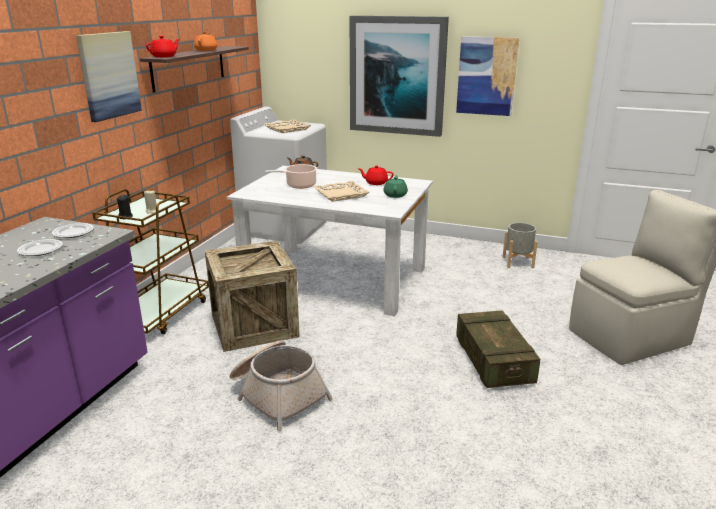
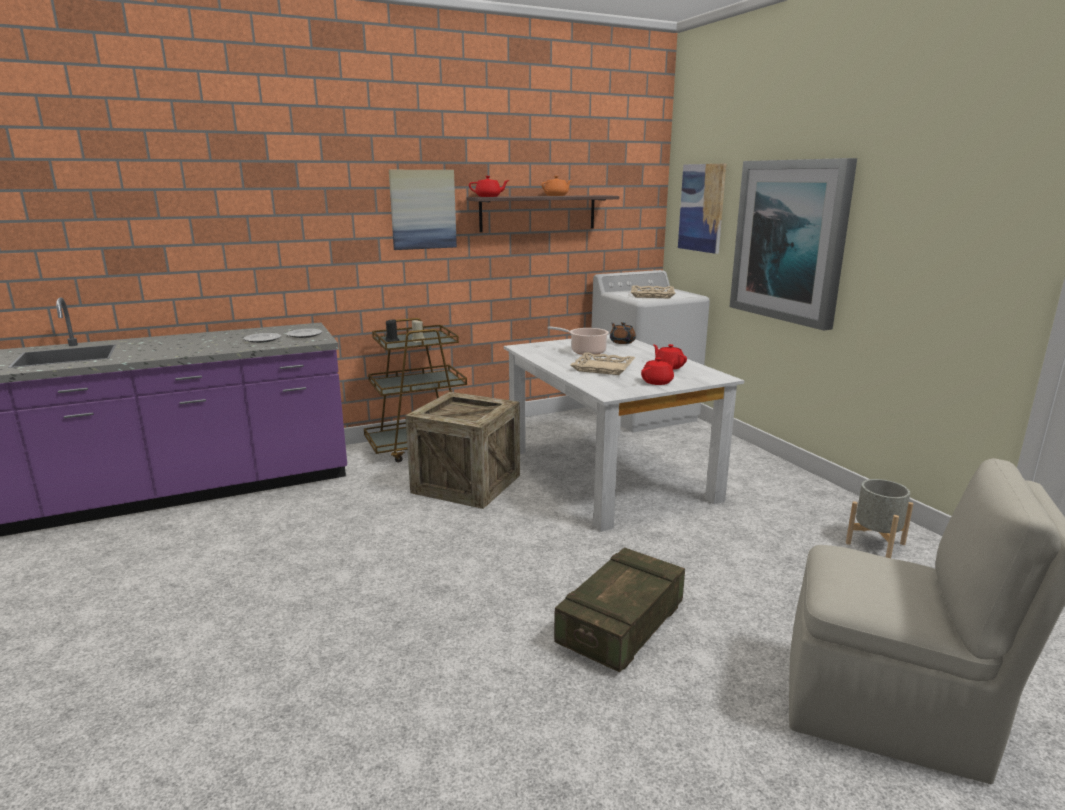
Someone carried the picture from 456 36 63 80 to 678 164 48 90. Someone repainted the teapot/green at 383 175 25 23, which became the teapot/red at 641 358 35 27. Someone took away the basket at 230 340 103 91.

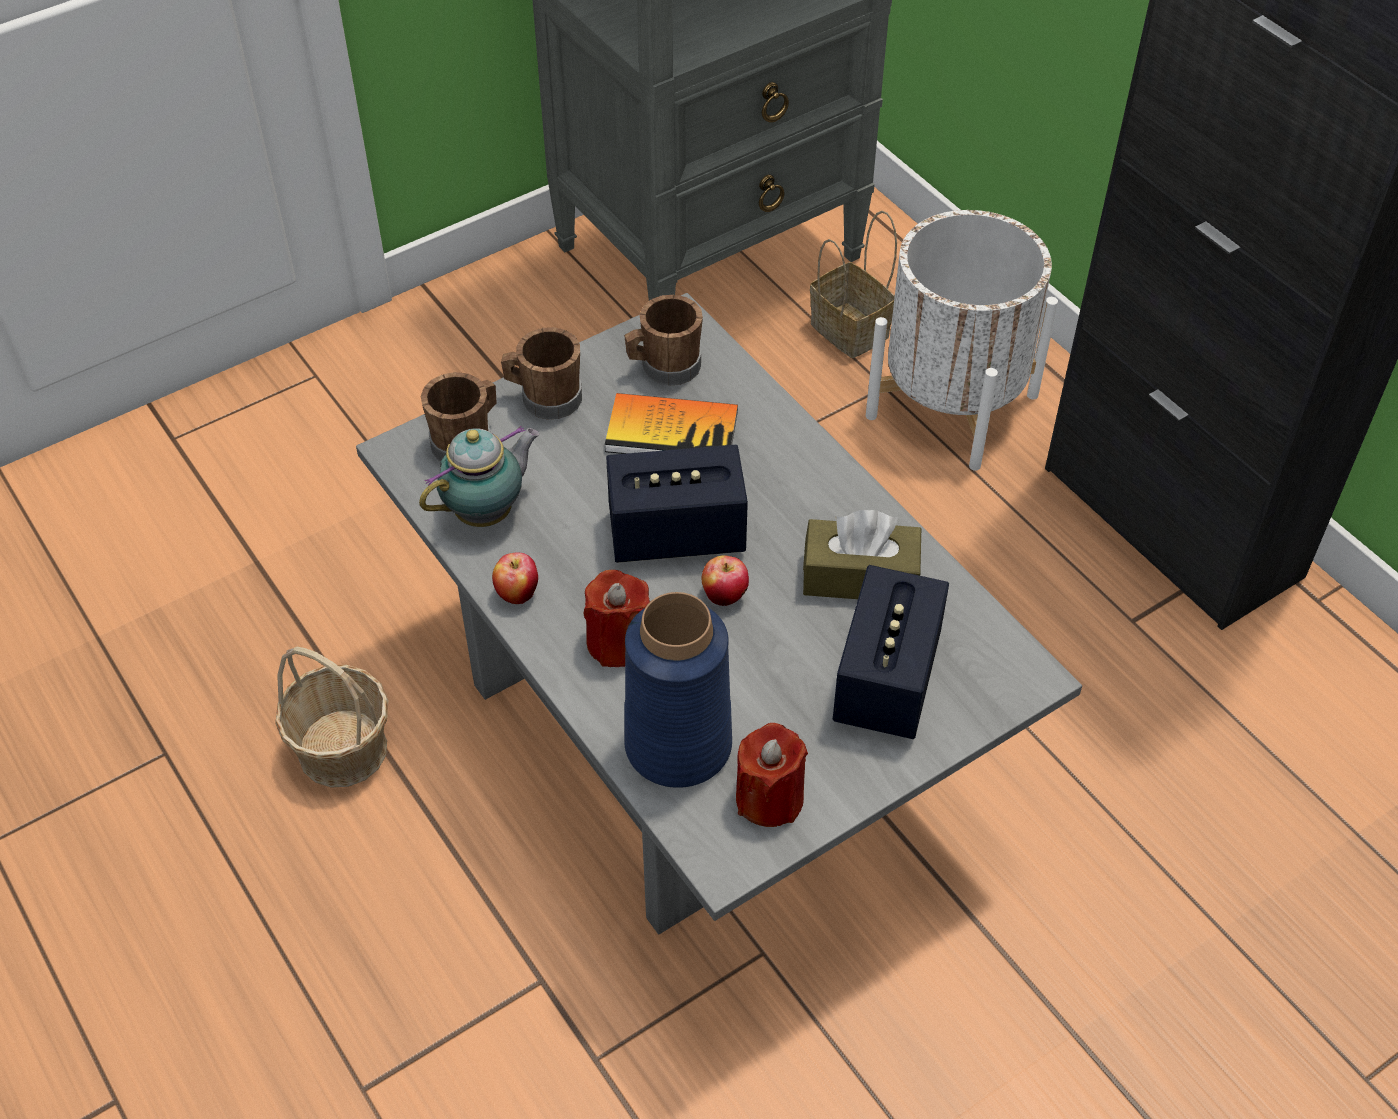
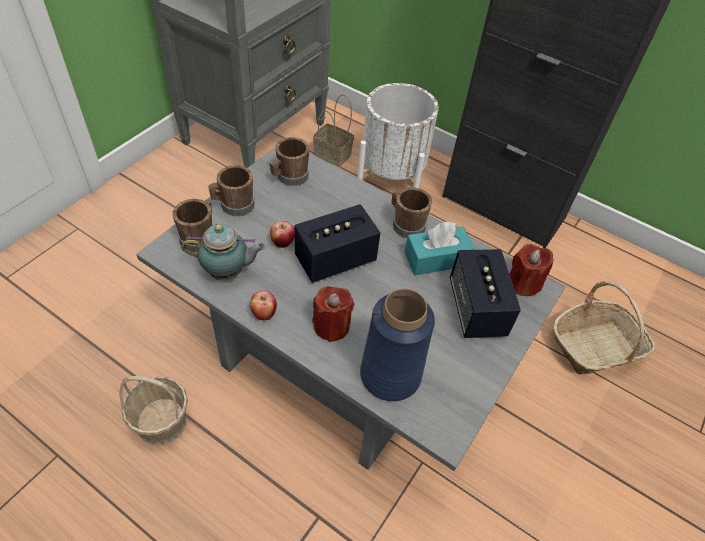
Someone took away the book at 605 393 133 61. Someone rotated the teapot at 419 426 121 101 by 60 degrees clockwise. Someone repainted the tissue box/brown at 803 510 118 89, which became the tissue box/turquoise at 404 222 71 53. Someone carried the apple from 702 555 47 51 to 270 221 25 27. Someone carried the candle/red from 736 723 72 104 to 509 244 44 52. Someone put down the mug/brown at 392 187 41 51. Someone put down the basket at 553 281 103 93.

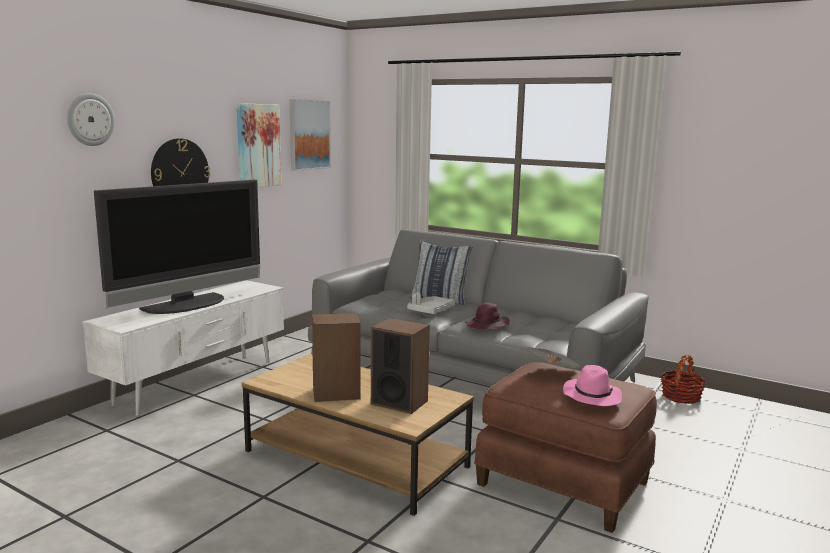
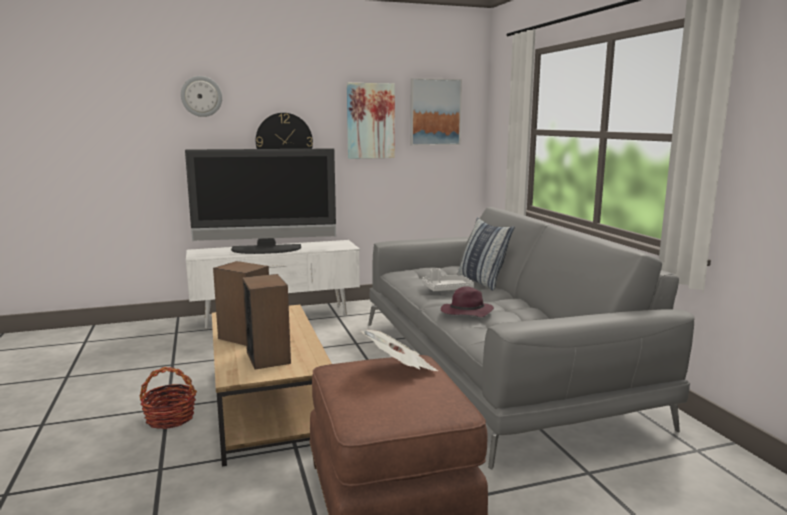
Someone carried the basket from 661 355 46 49 to 139 367 58 62. Someone took away the hat/pink at 563 365 59 41.

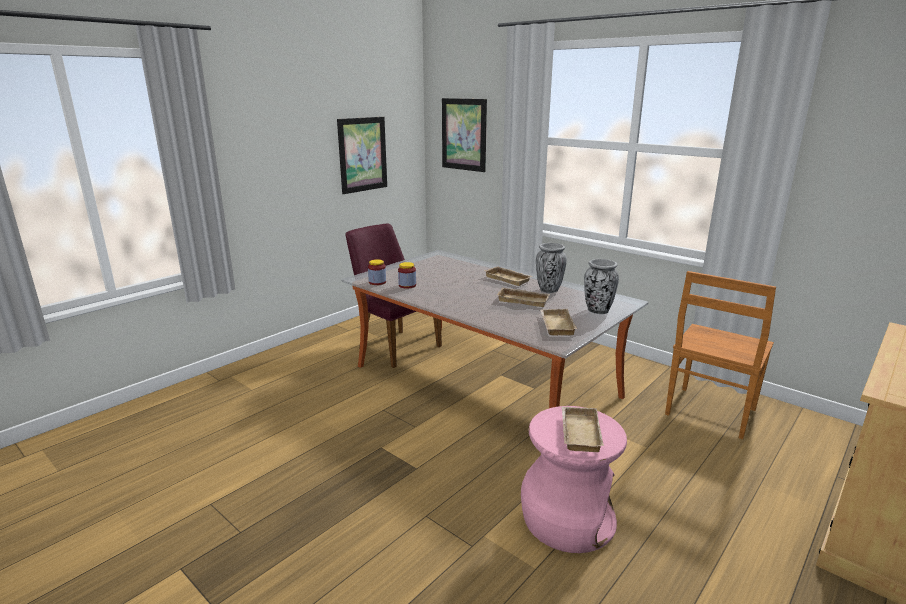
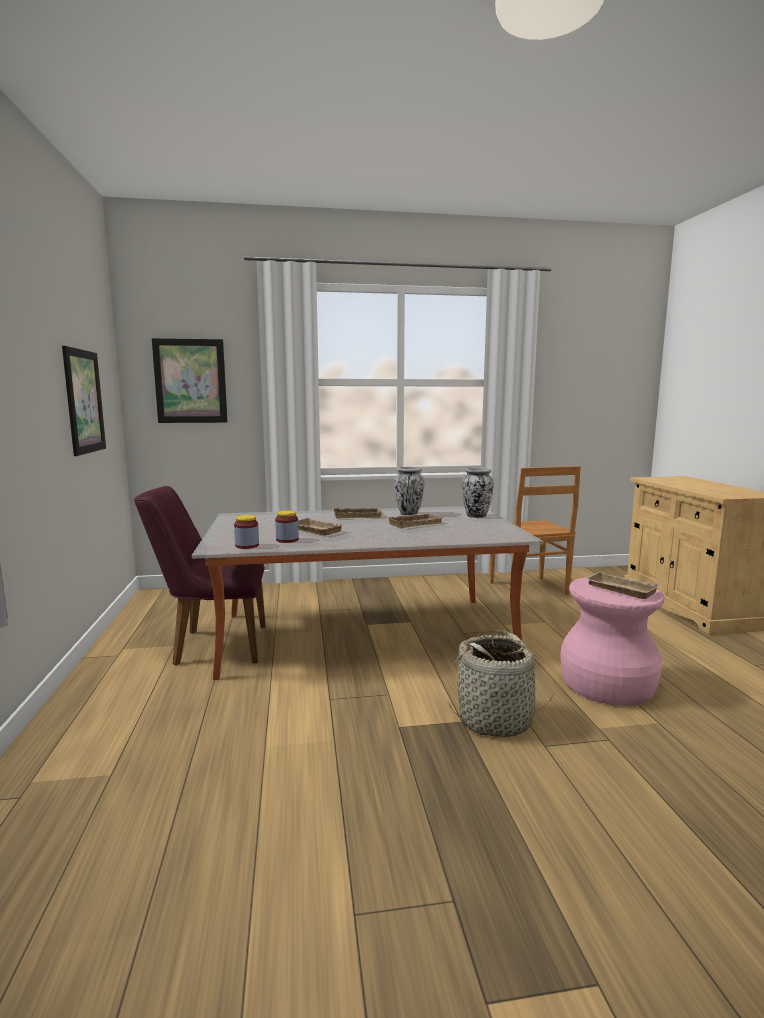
Someone carried the tray/beige from 540 309 37 27 to 298 518 46 18. Someone put down the basket at 448 630 106 107.

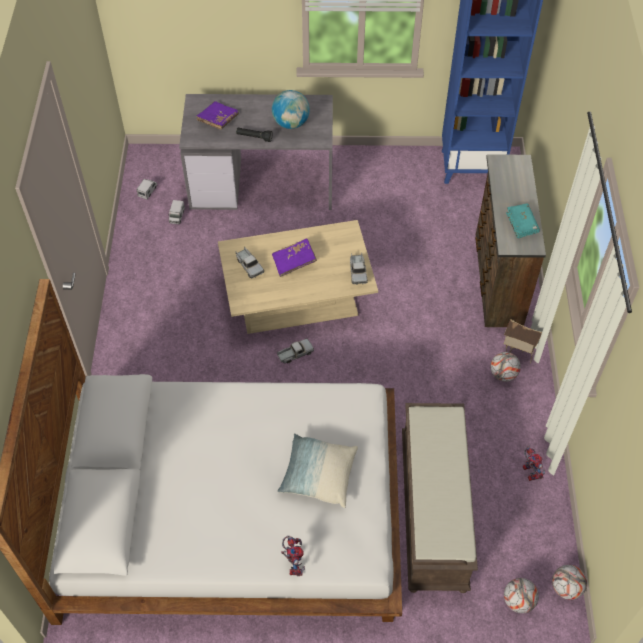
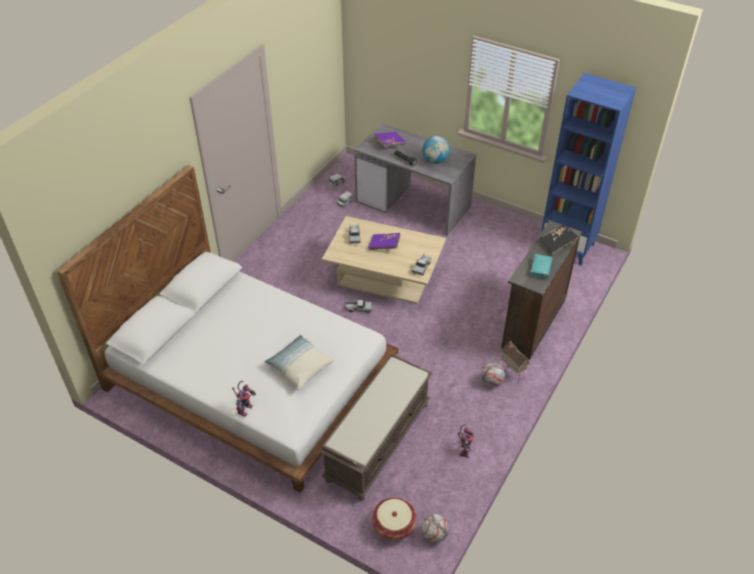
Someone swapped the football at 504 578 35 35 for the basket at 372 497 45 43. Someone put down the book/black at 539 224 39 31.

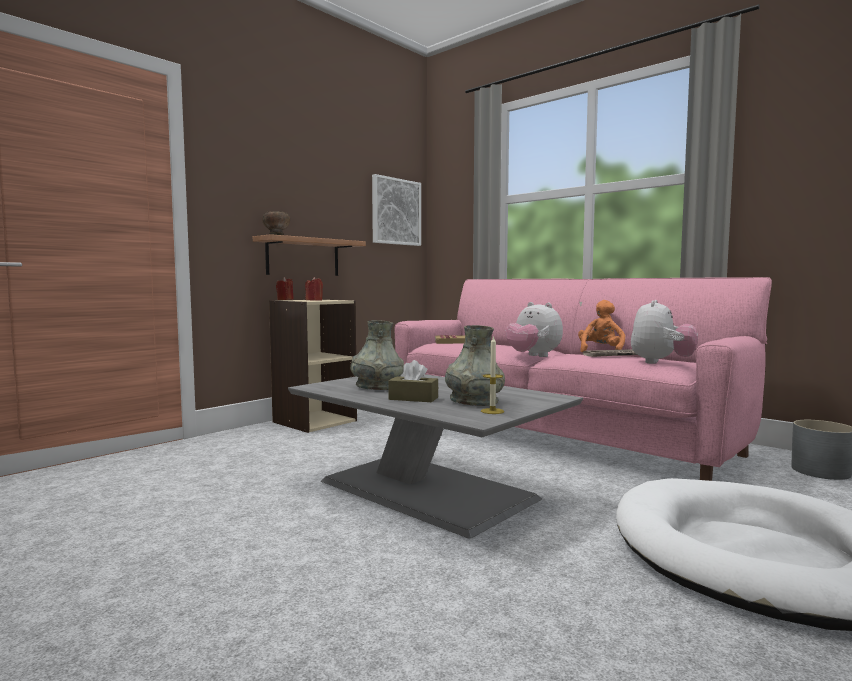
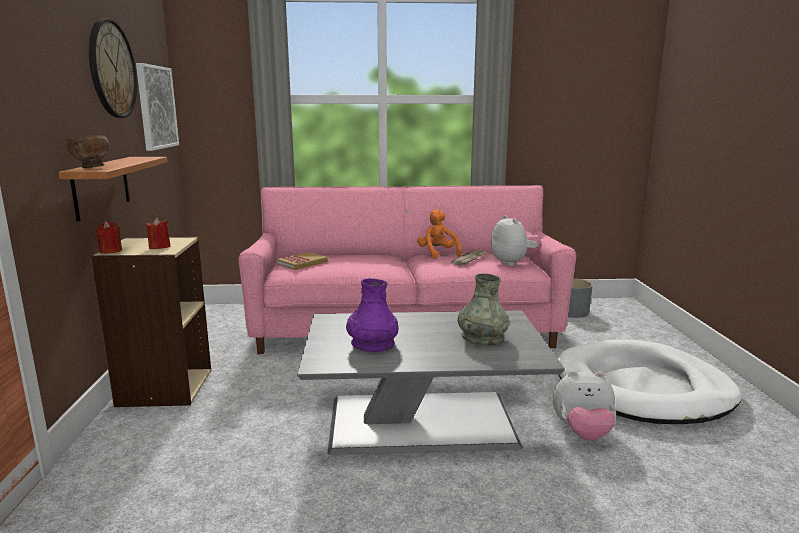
Someone carried the plush toy from 505 302 58 55 to 553 371 63 70. Someone repainted the vase/grey at 350 320 54 70, which became the vase/purple at 346 278 52 74. Someone took away the candle at 481 335 23 79. Someone took away the tissue box/brown at 388 360 50 42. Someone put up the wall clock at 89 19 48 99.

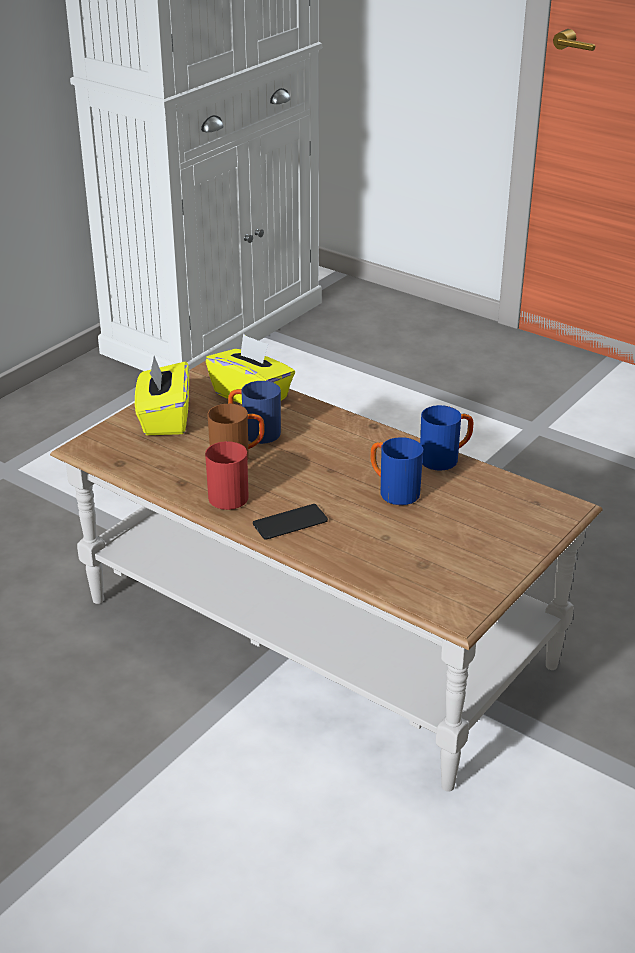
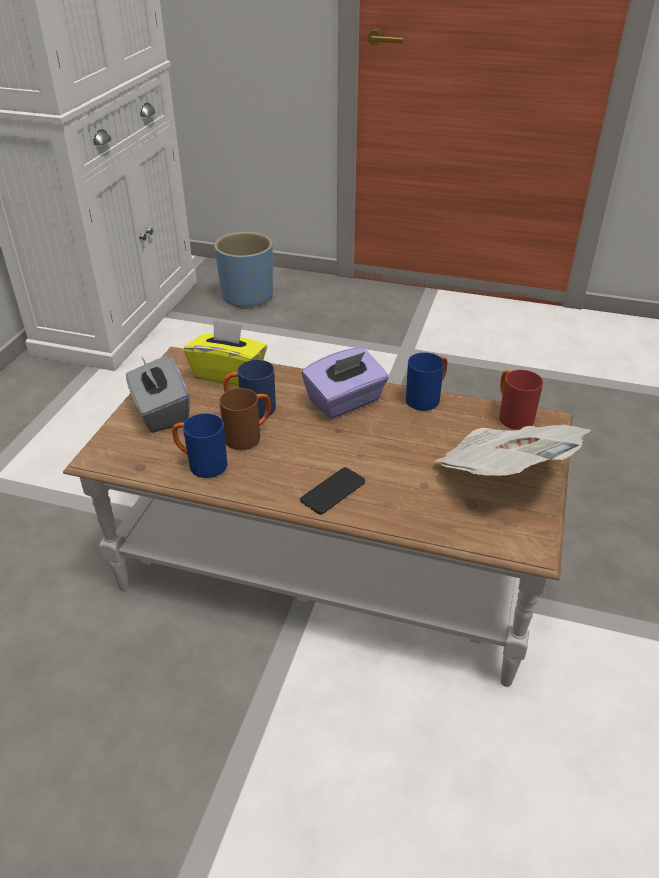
Someone repainted the tissue box/yellow at 135 356 54 79, which became the tissue box/grey at 126 355 64 78. Someone carried the mug/blue from 371 437 52 68 to 172 413 55 65. Someone carried the mug/red from 205 441 44 69 to 499 370 44 60. Someone put down the planter/blue at 214 232 59 77. Someone put down the tissue box/purple at 302 348 87 71. Someone put down the newspaper at 434 424 157 52.

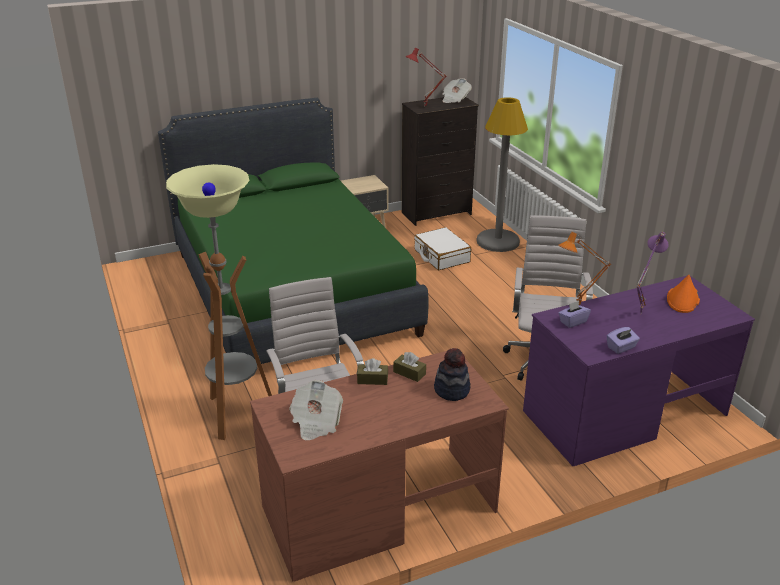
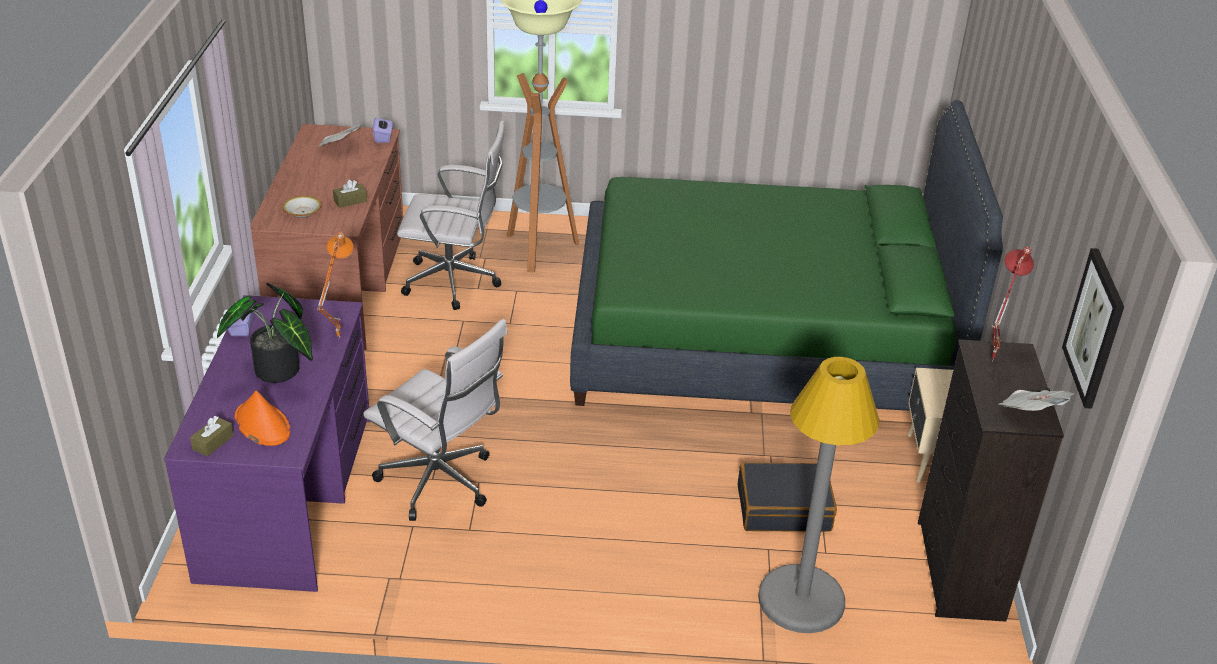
Someone repainted the suitcase/white at 414 227 57 43, which became the suitcase/black at 738 463 99 69. Someone swapped the table lamp/purple at 636 232 33 83 for the potted plant at 217 283 96 100. Someone carried the tissue box/purple from 559 301 32 27 to 373 116 20 27. Someone swapped the hat at 434 348 37 53 for the bowl at 283 196 38 22. Someone carried the tissue box/brown from 357 358 31 27 to 190 416 44 41. Someone put up the picture at 1062 248 62 161.

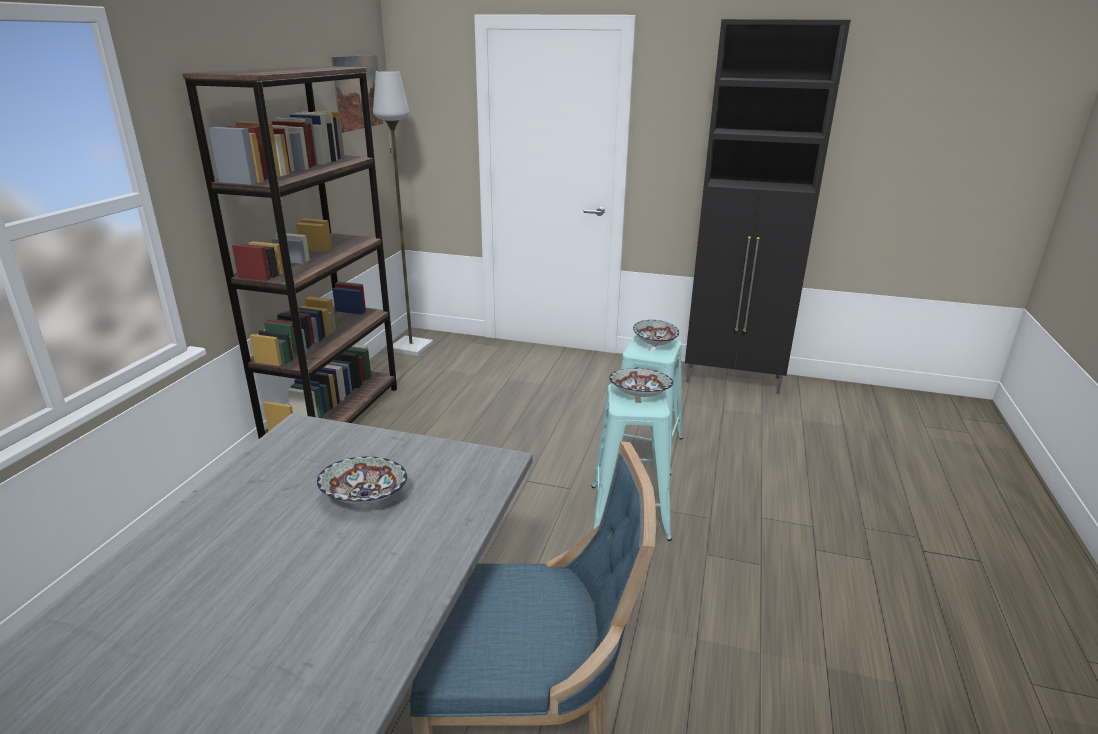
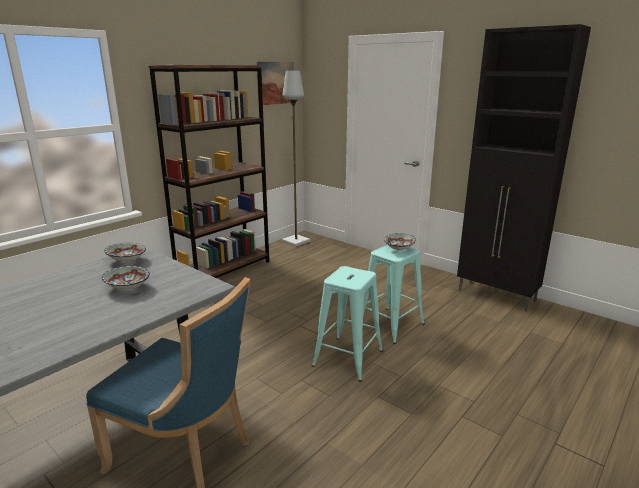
Someone carried the bowl from 609 368 64 29 to 104 243 42 19.

